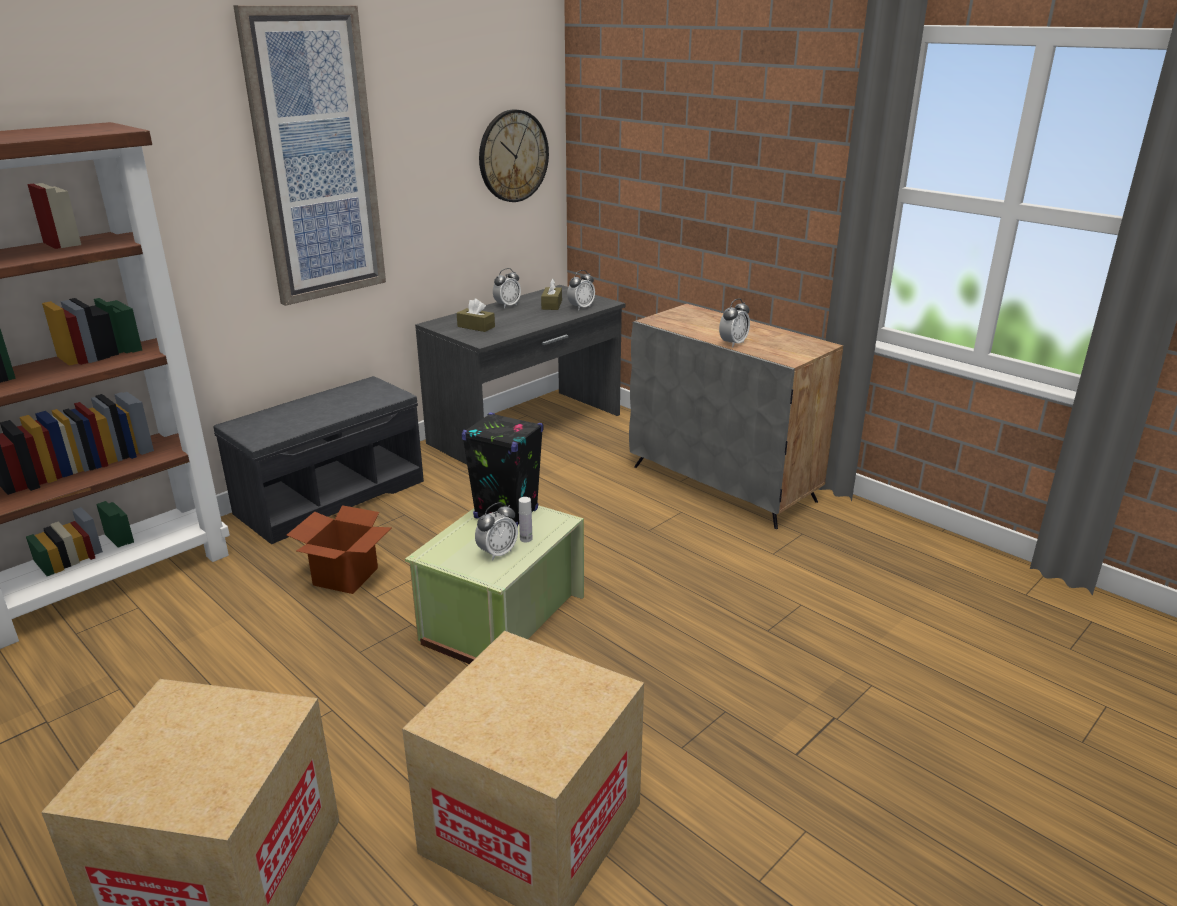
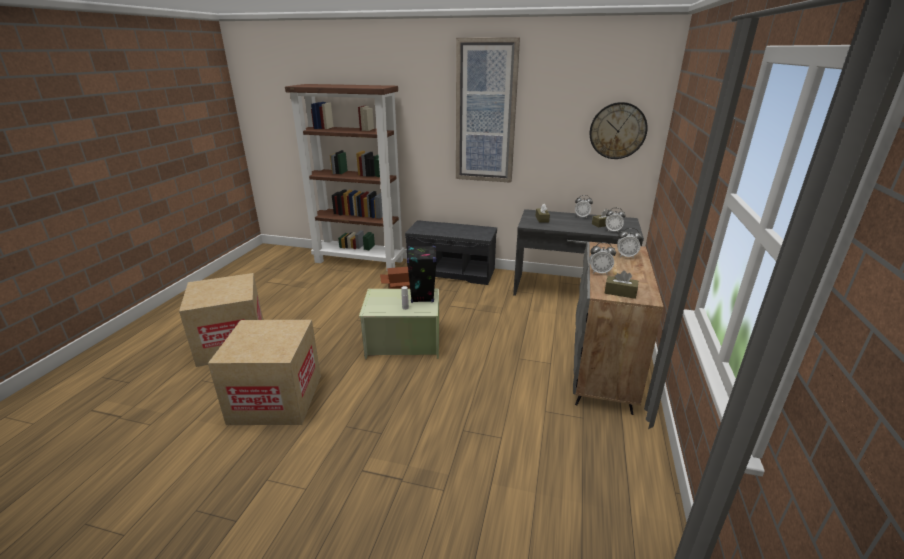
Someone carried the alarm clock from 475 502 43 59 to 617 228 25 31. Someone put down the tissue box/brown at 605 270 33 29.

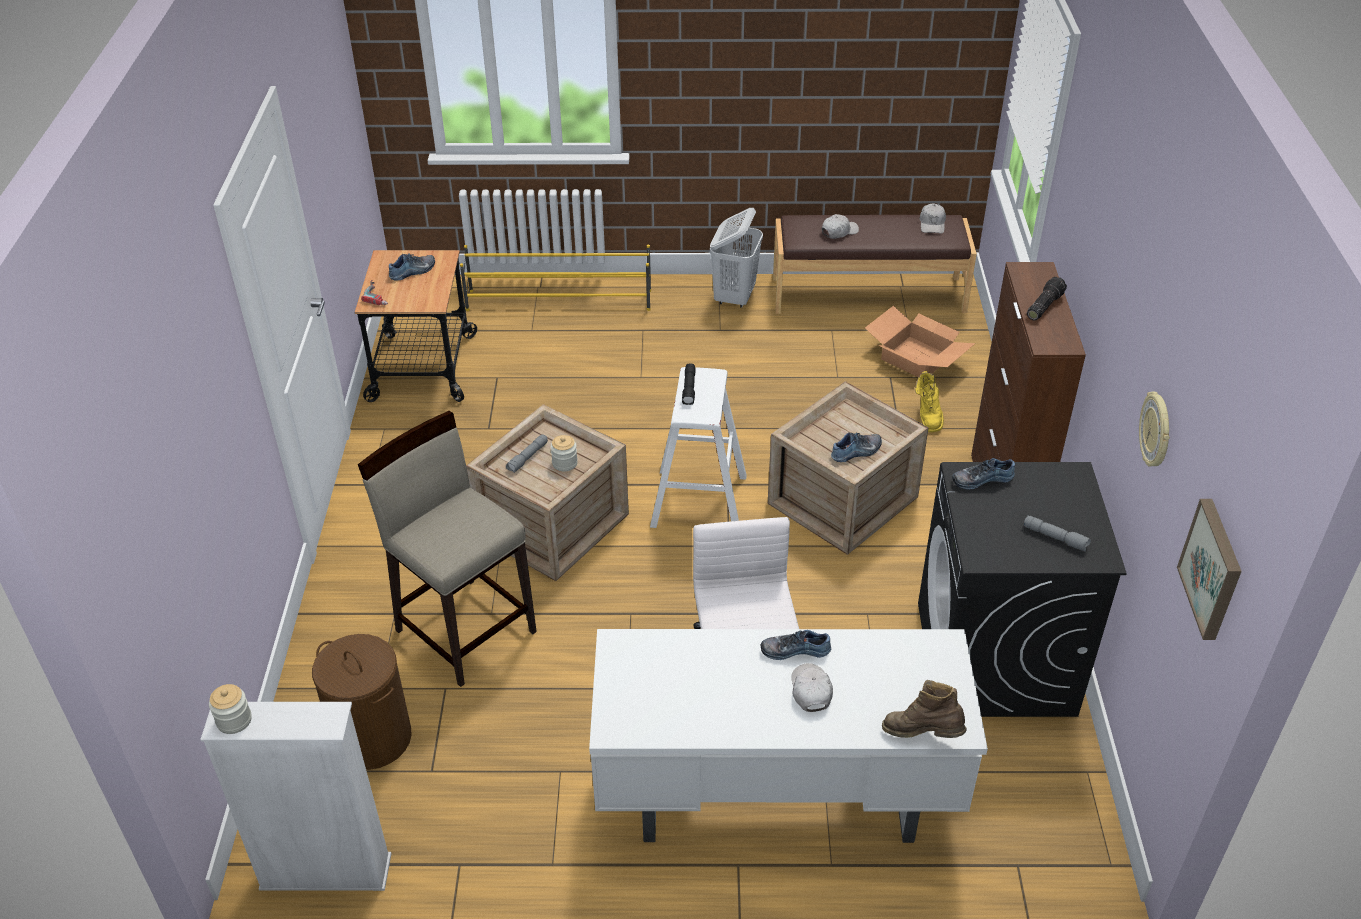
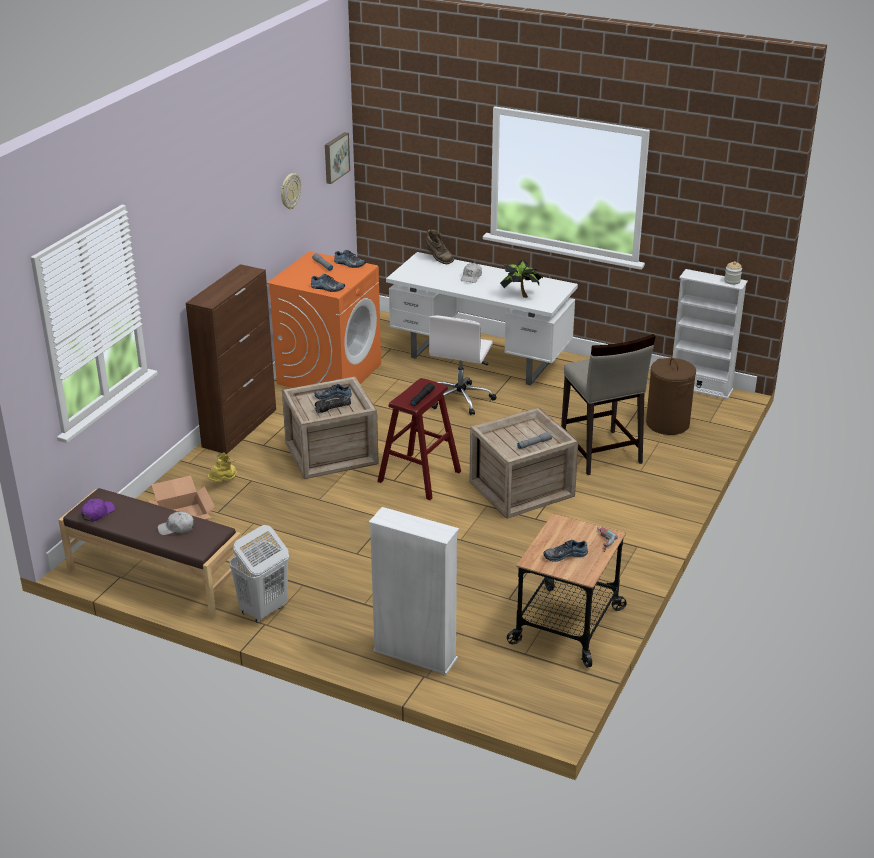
Someone repainted the cap/white at 919 204 27 30, which became the cap/purple at 81 499 34 23. Someone swapped the shoe rack/yellow at 460 245 191 66 for the bookcase/white at 369 507 90 168. Someone carried the flashlight from 1027 277 40 43 to 315 397 36 16. Someone repainted the stool/white at 650 367 97 161, which became the stool/red at 377 378 84 122. Someone took away the jar at 551 435 27 36. Someone repainted the washing machine/black at 918 462 209 255, which became the washing machine/orange at 267 251 114 137. Someone carried the shoe from 761 630 70 30 to 334 250 32 18. Someone put down the potted plant at 500 259 43 39.

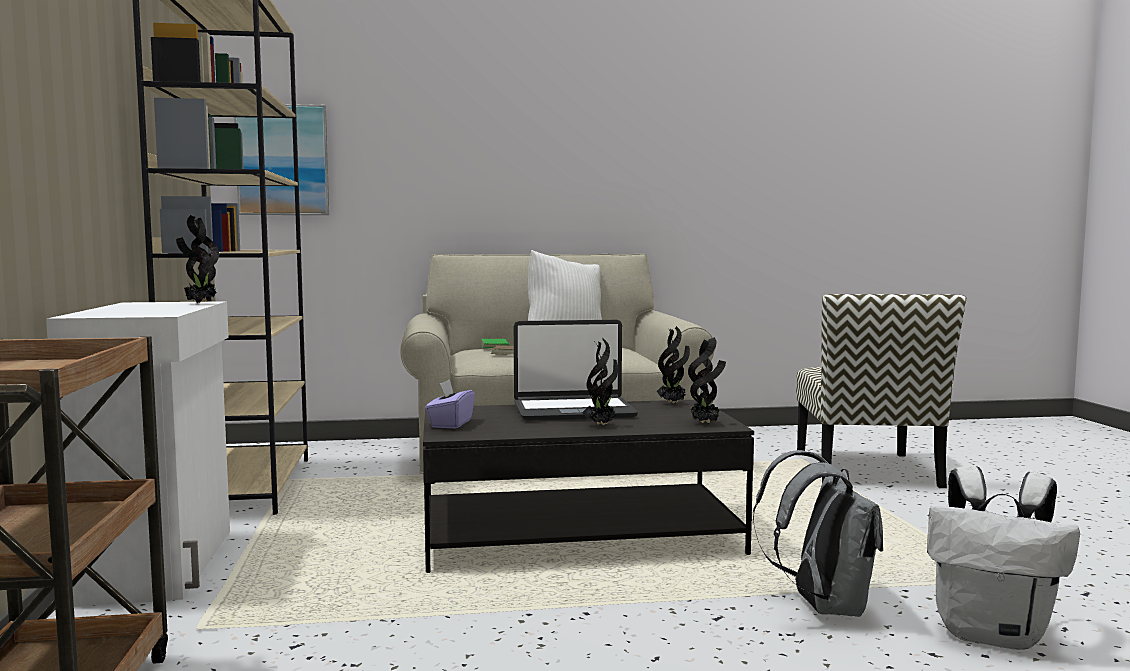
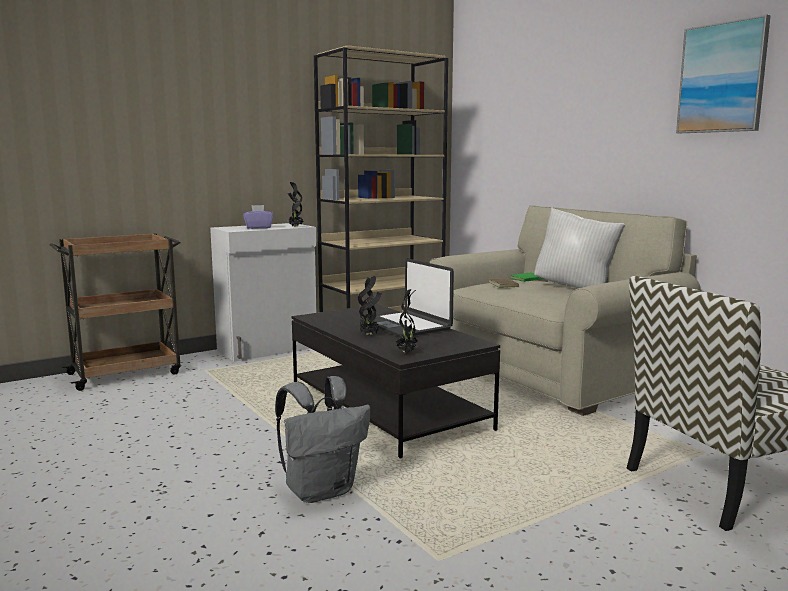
Someone carried the picture from 234 104 95 111 to 676 14 95 119. Someone took away the potted plant at 657 326 33 77. Someone carried the tissue box/purple from 425 379 50 50 to 243 205 30 24. Someone took away the backpack/white at 927 466 153 184.

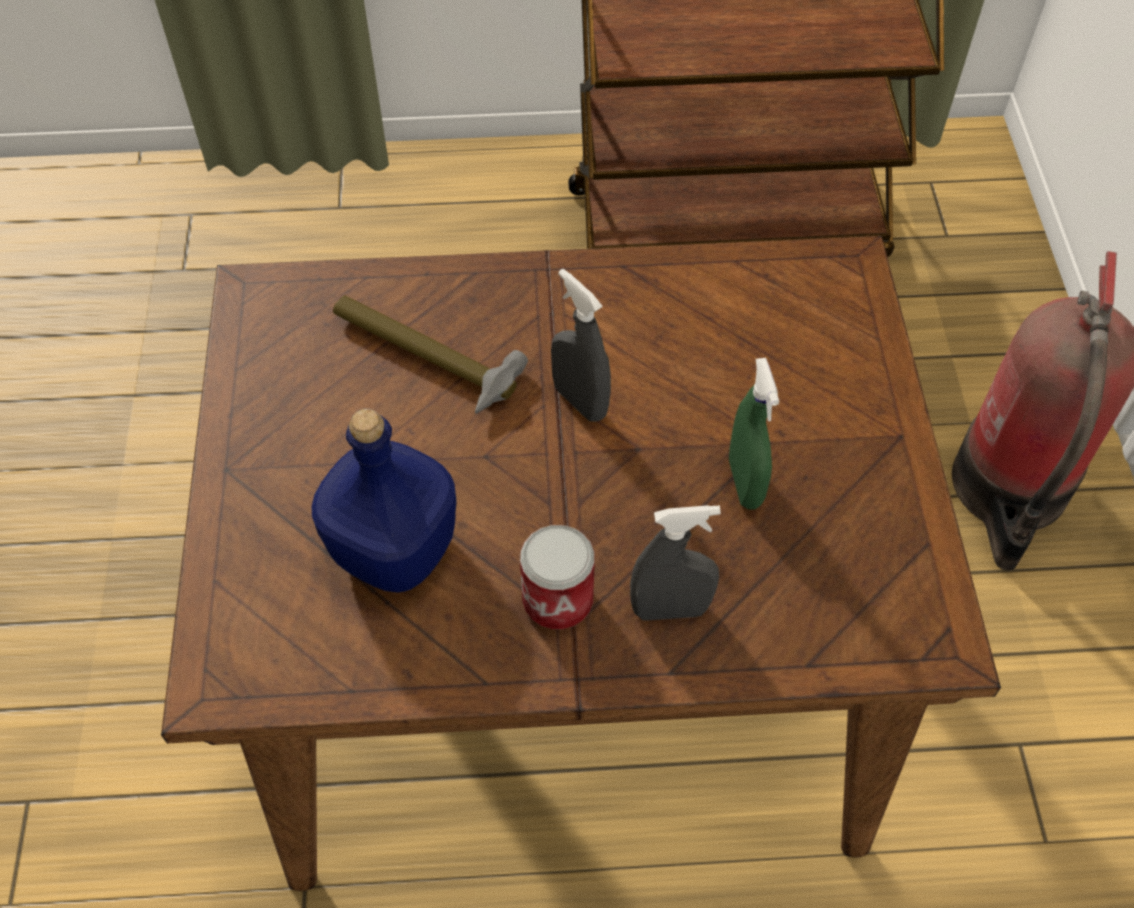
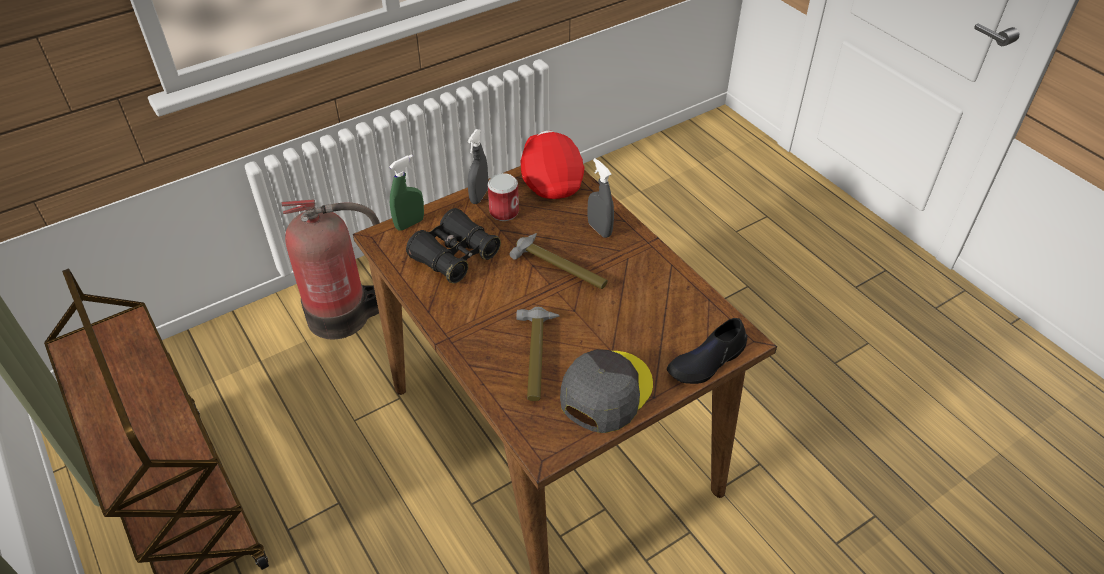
Someone carried the spray bottle/grey from 551 269 60 153 to 468 129 20 75. Someone carried the spray bottle/green from 729 358 50 151 to 389 154 35 77. Someone took away the bottle/blue at 311 408 146 185. Someone carried the can from 520 525 75 104 to 488 173 31 48. Someone put down the cap/red at 520 131 65 68. Someone put down the binoculars/black at 406 208 95 76. Someone put down the hammer at 509 233 99 56. Someone put down the shoe/black at 667 318 80 66. Someone put down the cap/grey at 560 349 93 84.

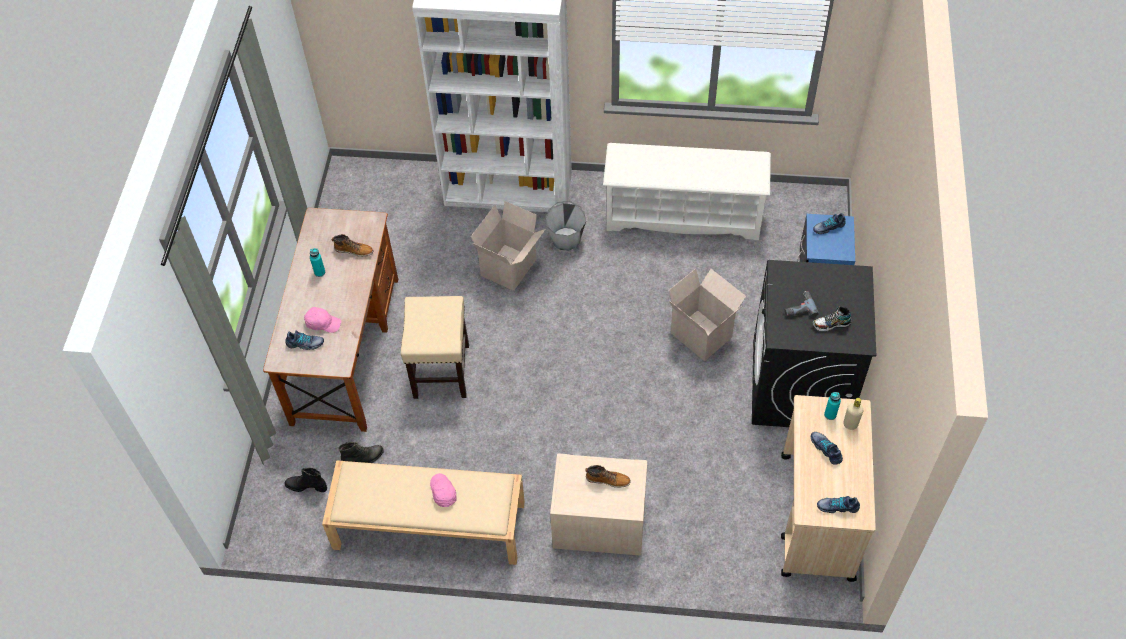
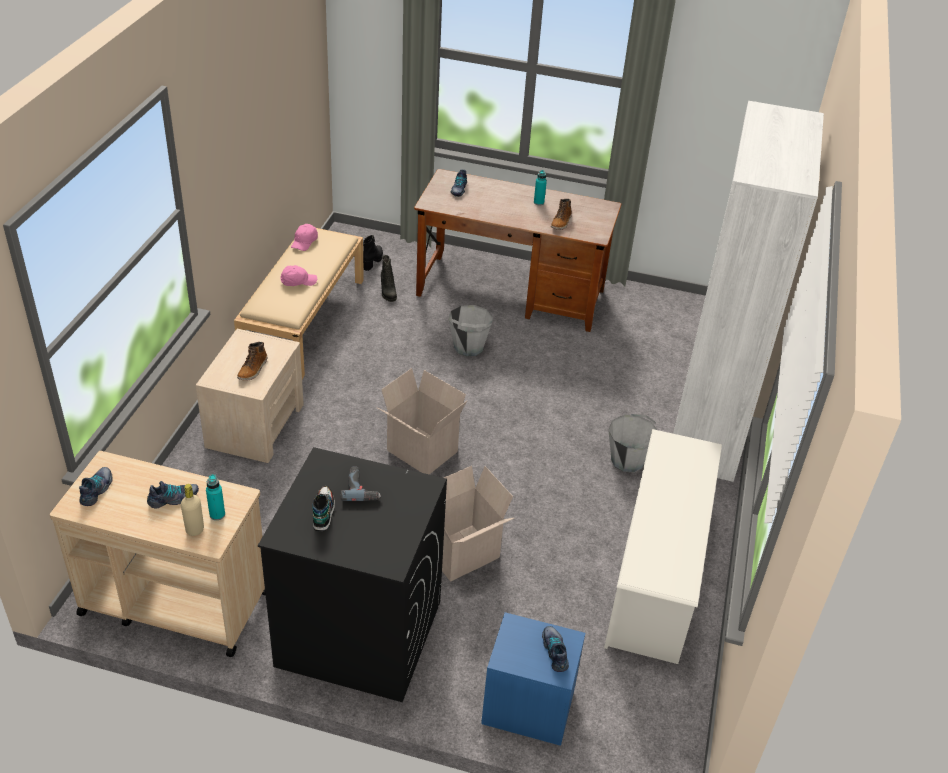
Someone carried the cardboard box from 471 201 74 90 to 376 368 91 106. Someone swapped the stool/beige at 401 296 68 103 for the bucket/grey at 448 305 45 51. Someone carried the cap/pink from 304 307 37 26 to 291 224 27 27.

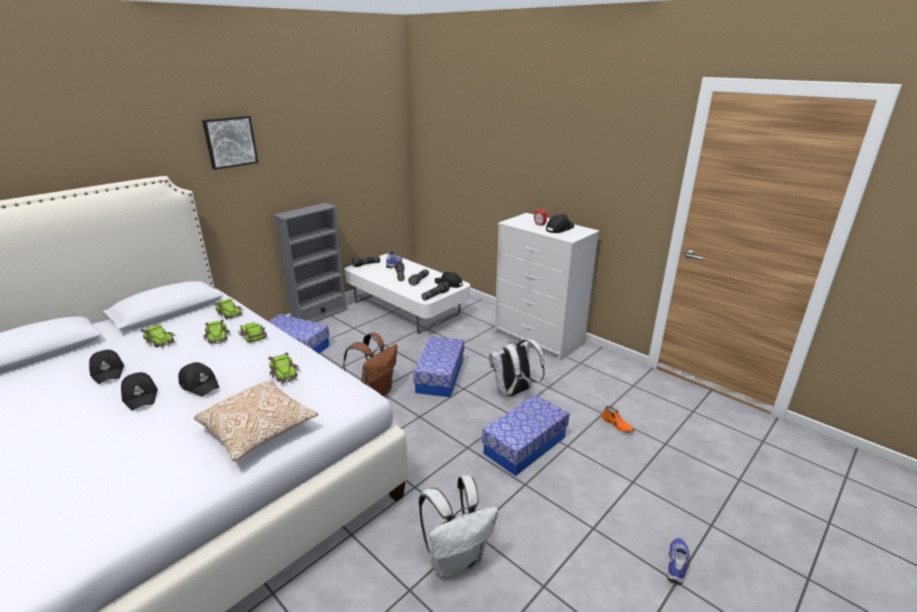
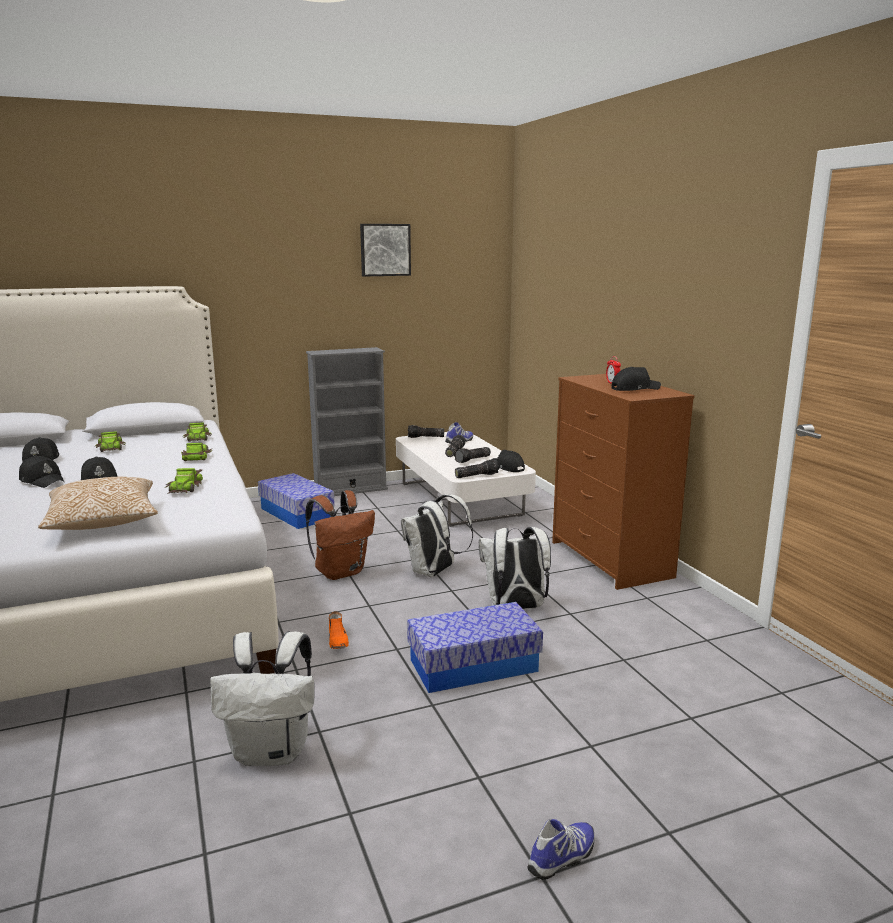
Someone carried the picture from 202 116 56 54 to 360 224 51 53. Someone repainted the dresser/white at 495 213 105 148, which became the dresser/brown at 552 374 142 216. Someone took away the toy car at 203 320 27 26. Someone swapped the storage box at 413 336 51 61 for the backpack/white at 401 494 72 83. Someone rotated the cap/black at 121 372 37 39 by 45 degrees counterclockwise. Someone carried the shoe/orange from 602 406 32 27 to 329 611 20 38.

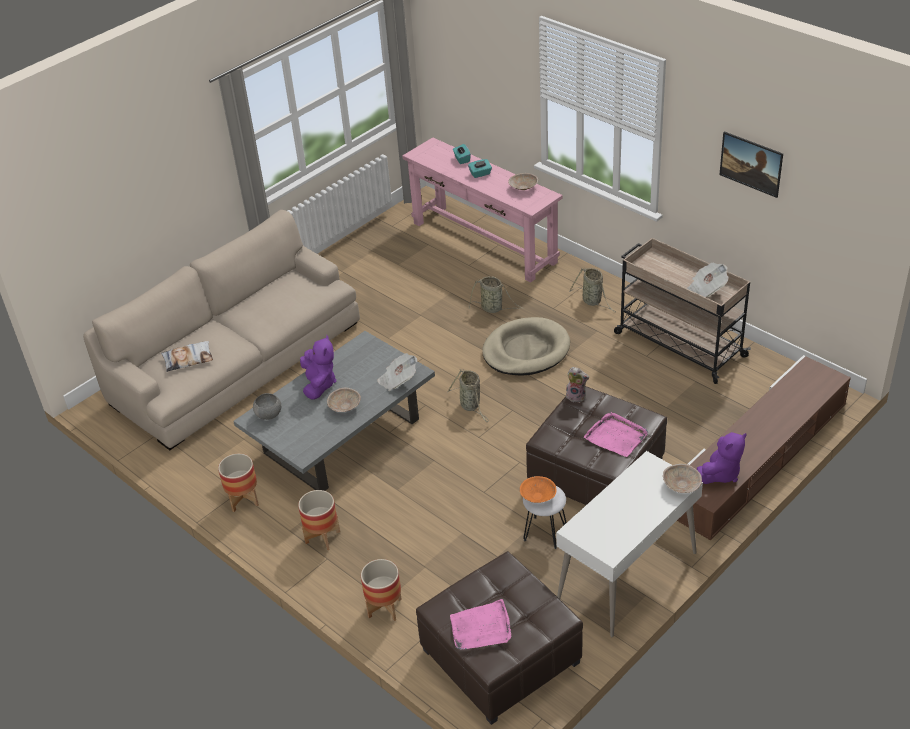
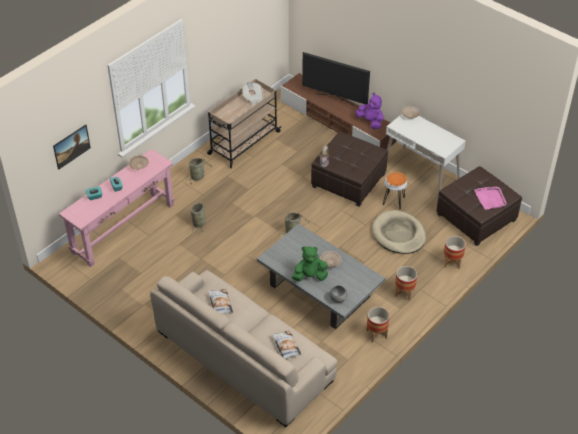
Someone carried the picture from 719 131 64 67 to 53 125 38 44. Someone carried the dog bed/beige from 482 317 88 59 to 372 210 54 44. Someone repainted the plush toy/purple at 300 335 36 65, which became the plush toy/green at 292 246 36 36. Someone took away the newspaper at 377 353 41 38. Someone took away the tray/pink at 584 412 64 45. Someone put down the television at 302 52 68 54. Someone put down the pillow at 208 289 25 25.

